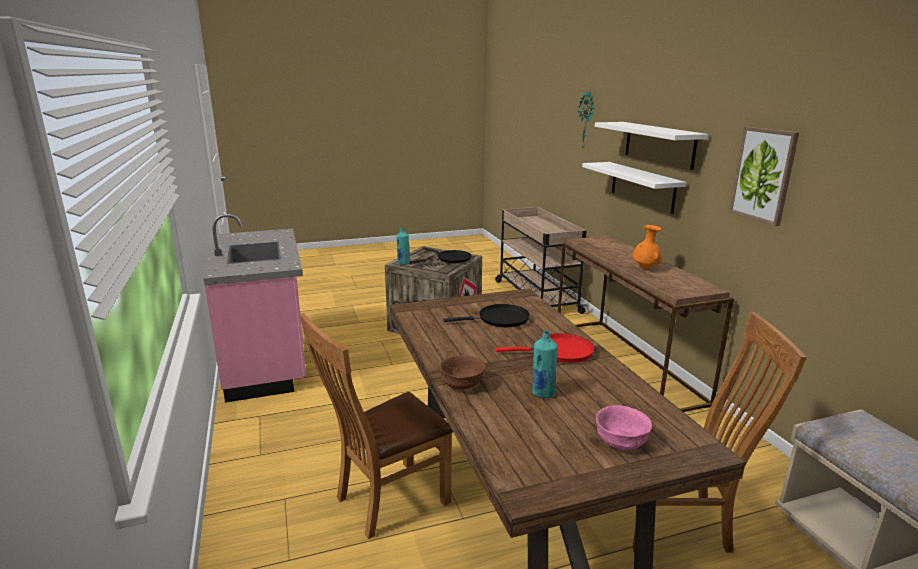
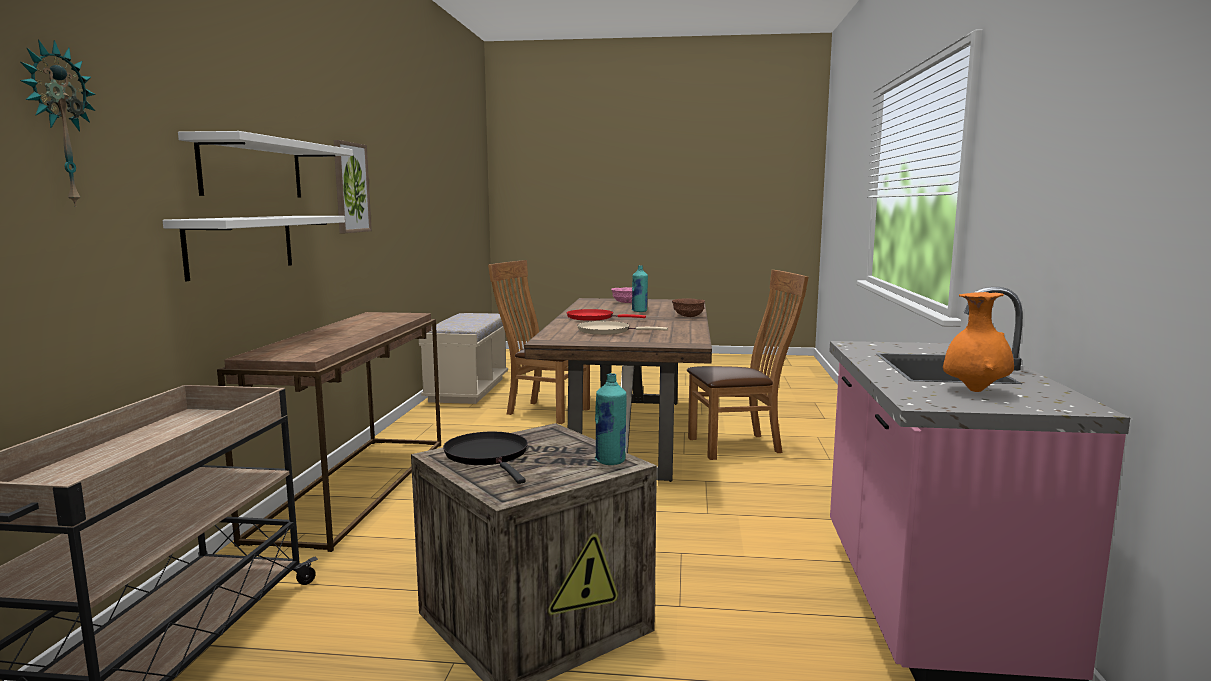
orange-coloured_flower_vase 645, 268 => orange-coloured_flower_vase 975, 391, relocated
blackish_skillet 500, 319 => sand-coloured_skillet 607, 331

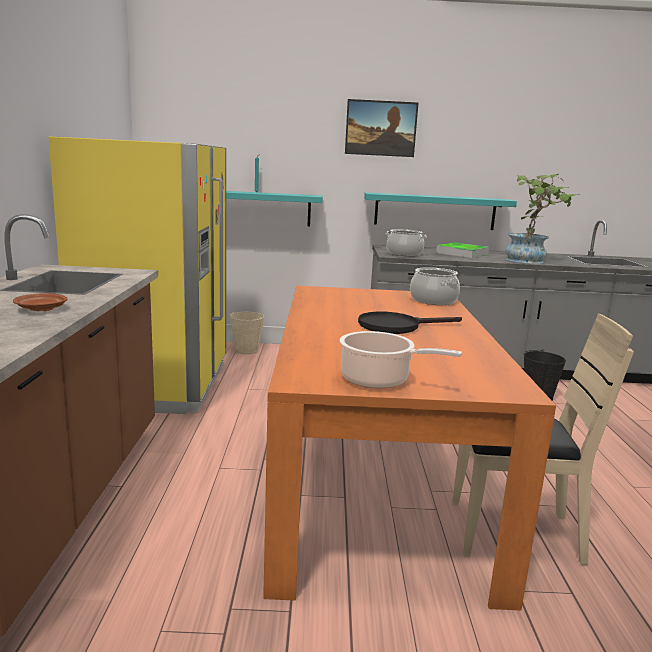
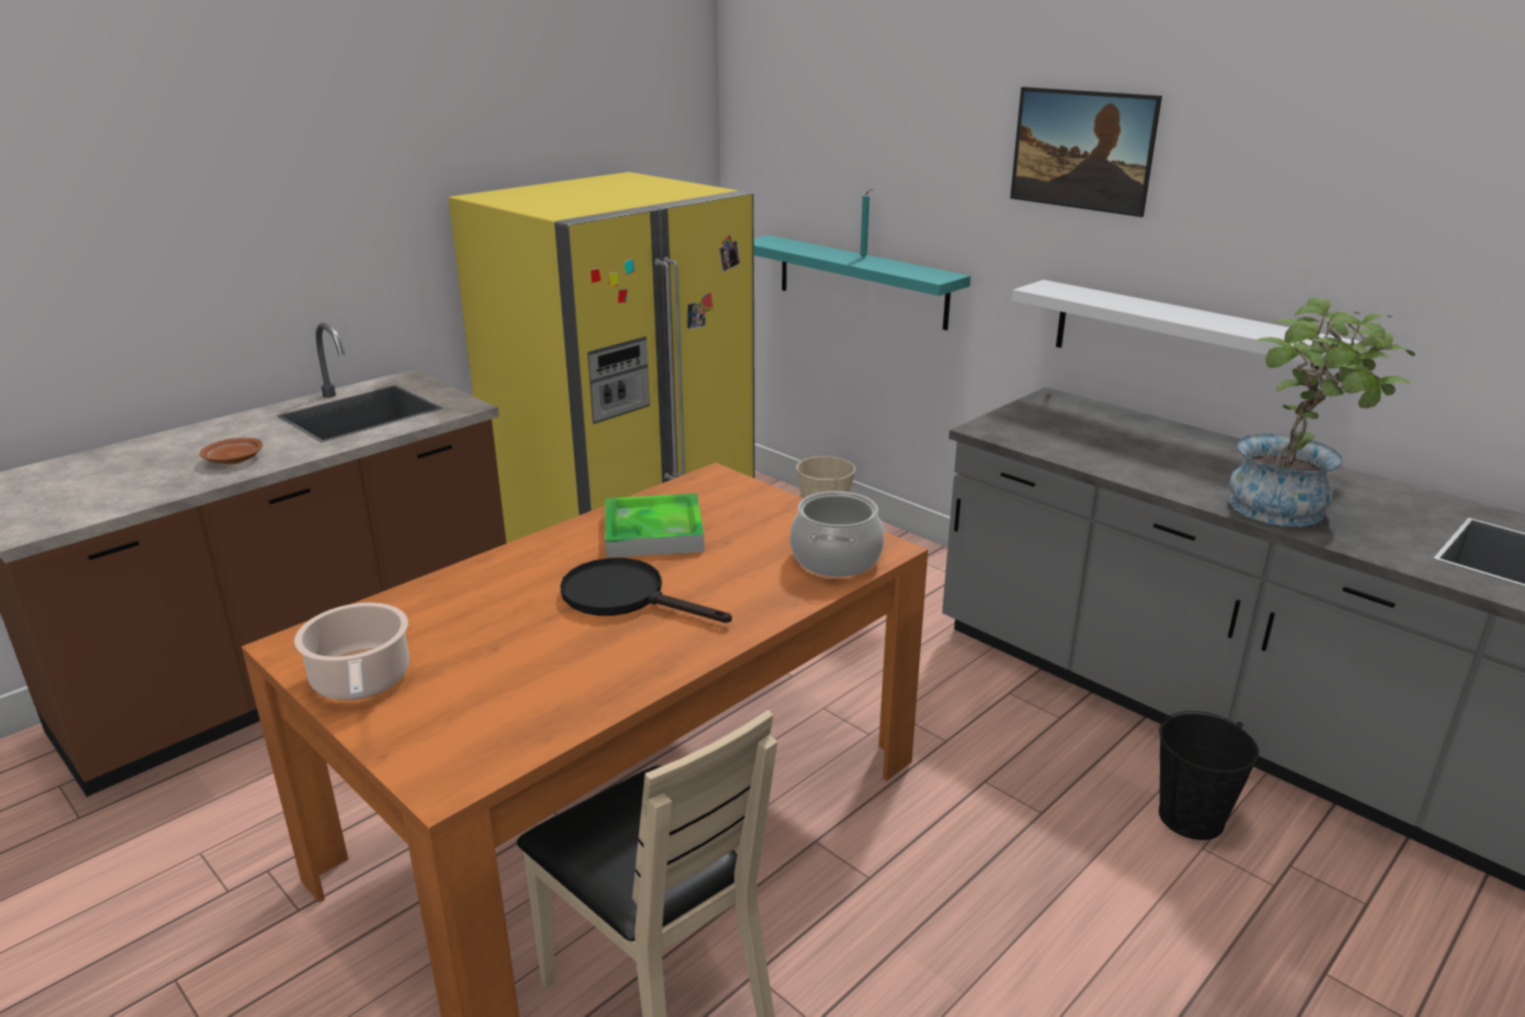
cooking_pot 404, 254 => nothing
tray 462, 253 => tray 653, 532, relocated
turquoise-coloured_bracket_shelf 435, 211 => white_bracket_shelf 1180, 341

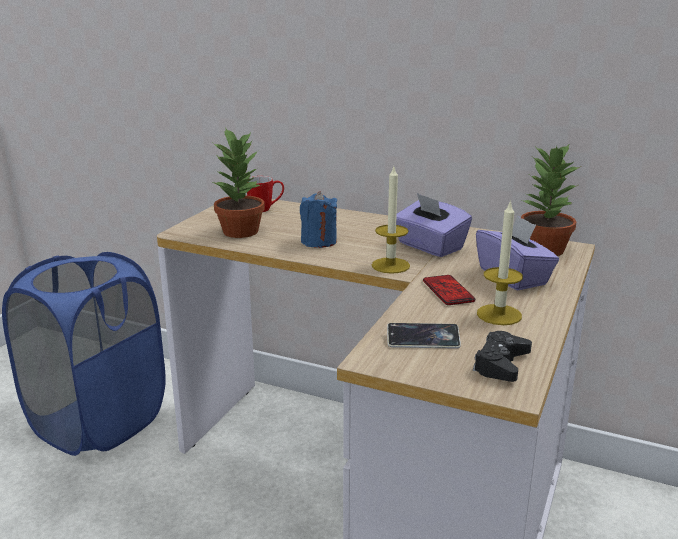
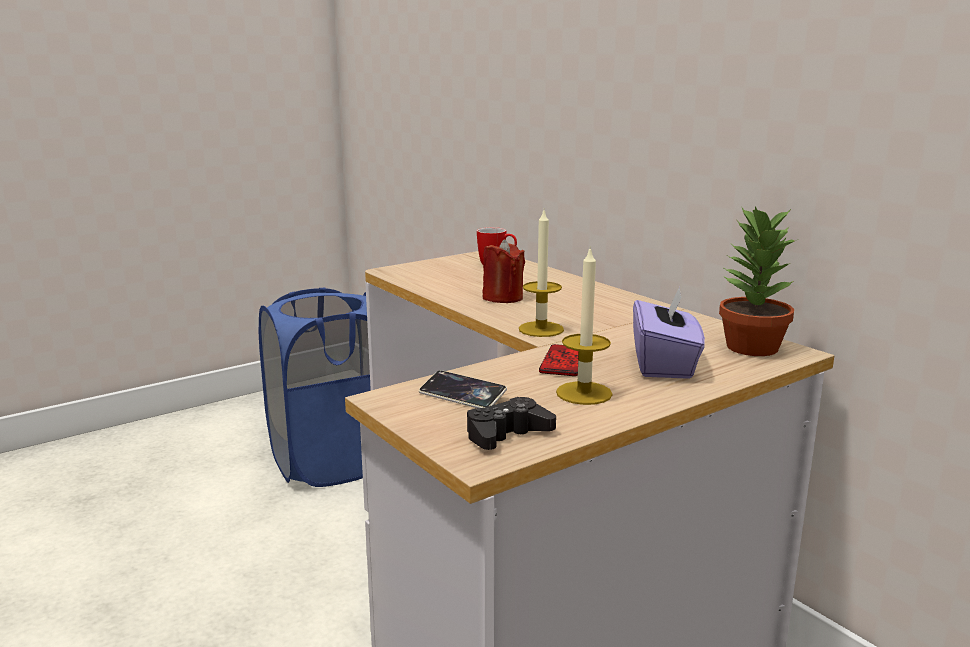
houseplant 241, 231 => nothing
purplish_box_of_tissues 429, 246 => nothing
bluish_candle 318, 242 => red_candle 502, 298

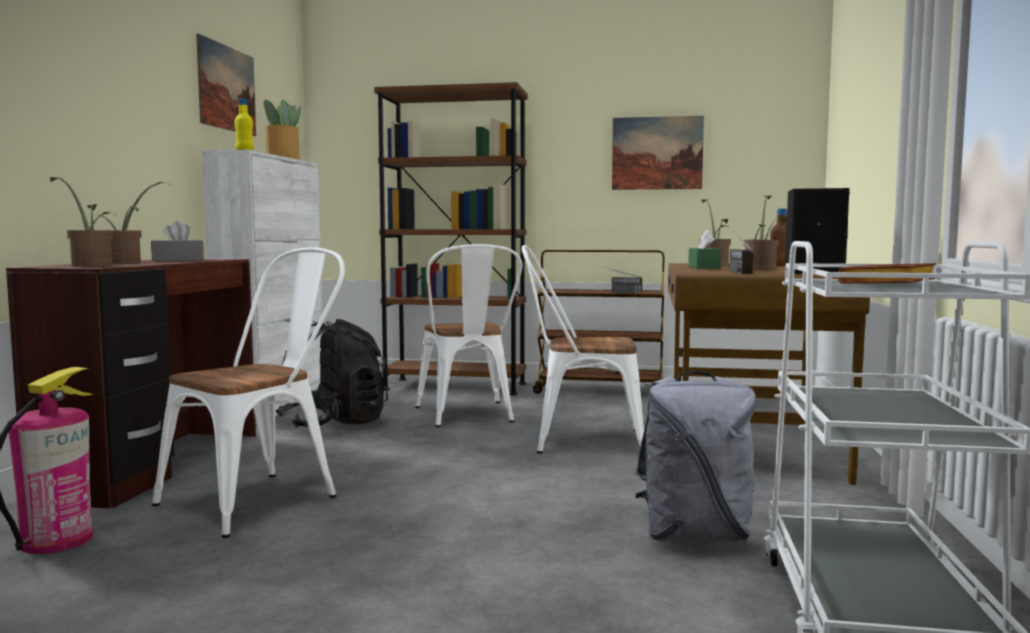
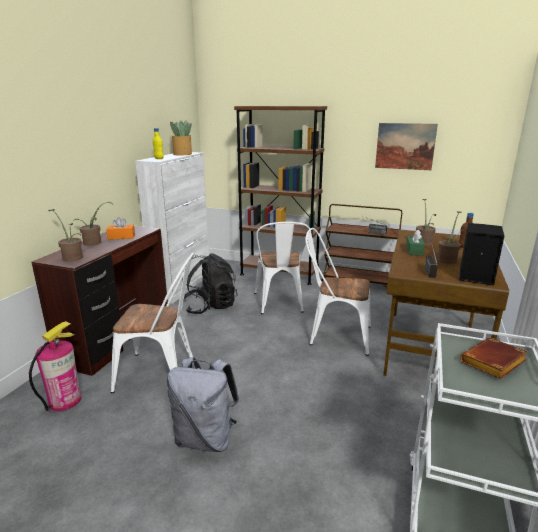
picture 227, 88 => nothing
gray_backpack 694, 536 => gray_backpack 206, 438, relocated
gray_box_of_tissues 178, 260 => orange-coloured_box_of_tissues 121, 237
white_chair 261, 498 => white_chair 162, 373, 45 degrees clockwise

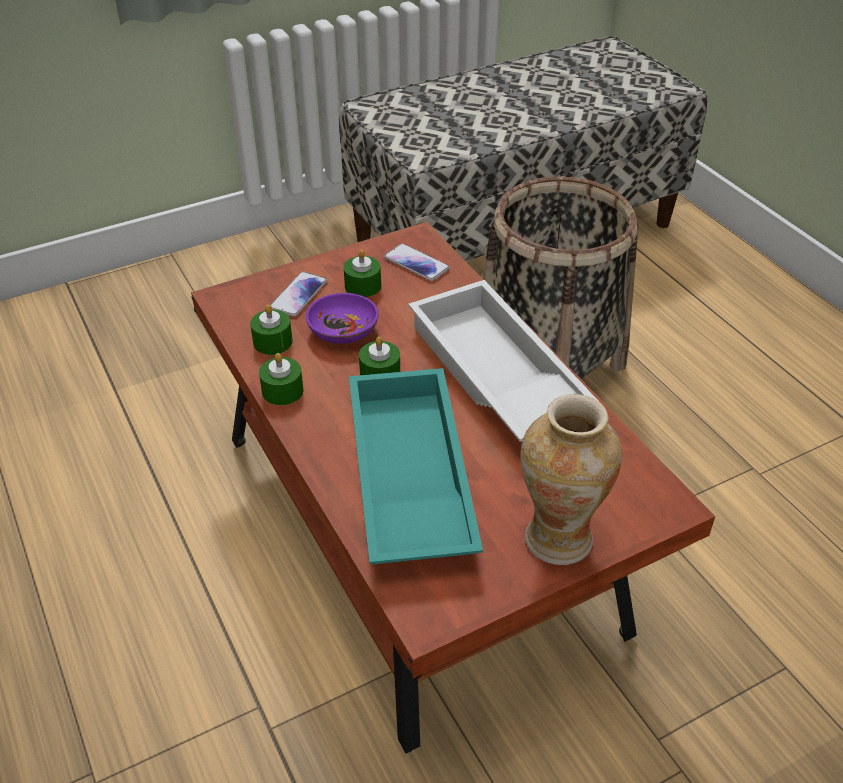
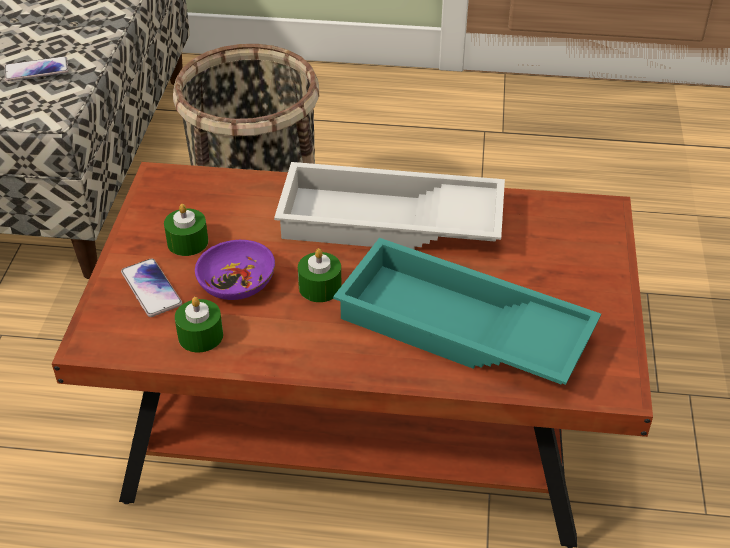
green_candle 282, 391 => nothing
flower_vase 558, 537 => nothing
phone 416, 263 => phone 37, 70, relocated

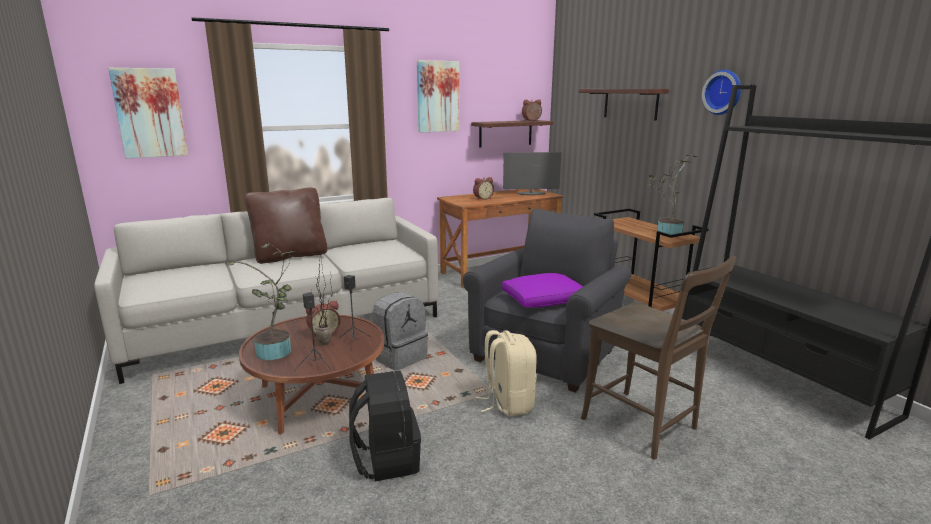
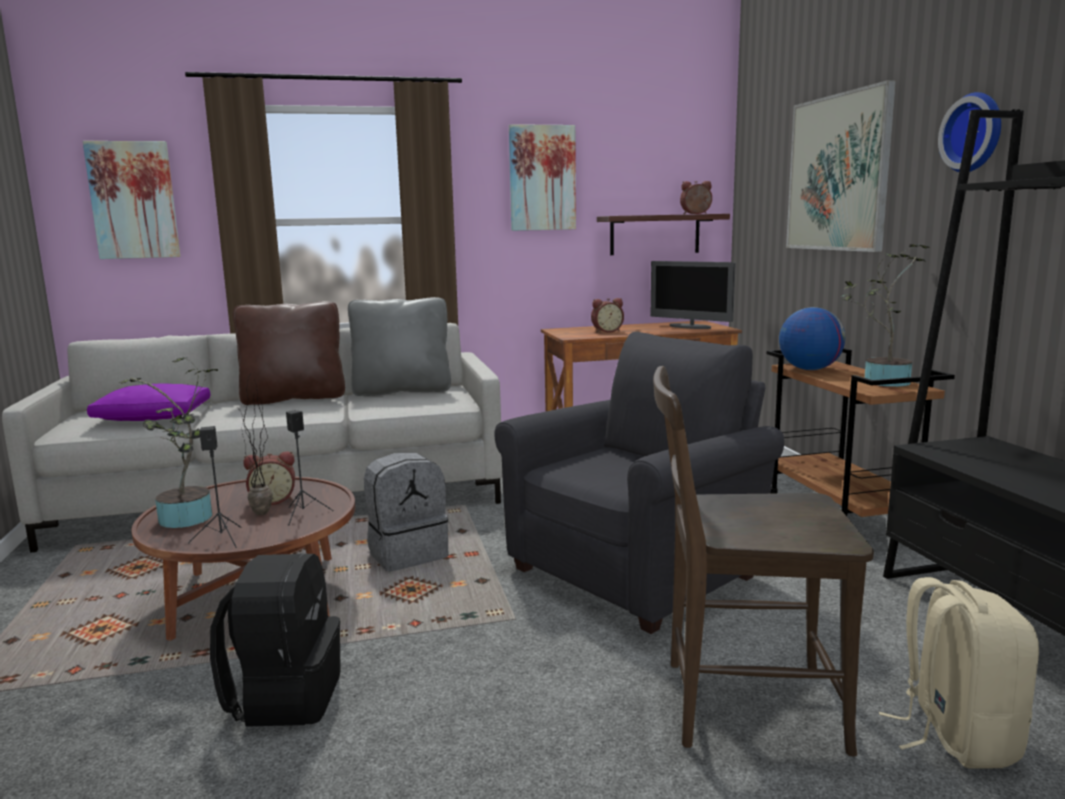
nothing => gray_throw_pillow 402, 391
nothing => desk_globe 809, 369
sand-coloured_backpack 508, 403 => sand-coloured_backpack 954, 736, relocated
purplish_throw_pillow 544, 300 => purplish_throw_pillow 154, 417, relocated
bracket_shelf 630, 103 => picture 838, 173
computer_screen 531, 193 => computer_screen 690, 327, 150 degrees counterclockwise
brown-coloured_chair 644, 426 => brown-coloured_chair 741, 704, 120 degrees clockwise

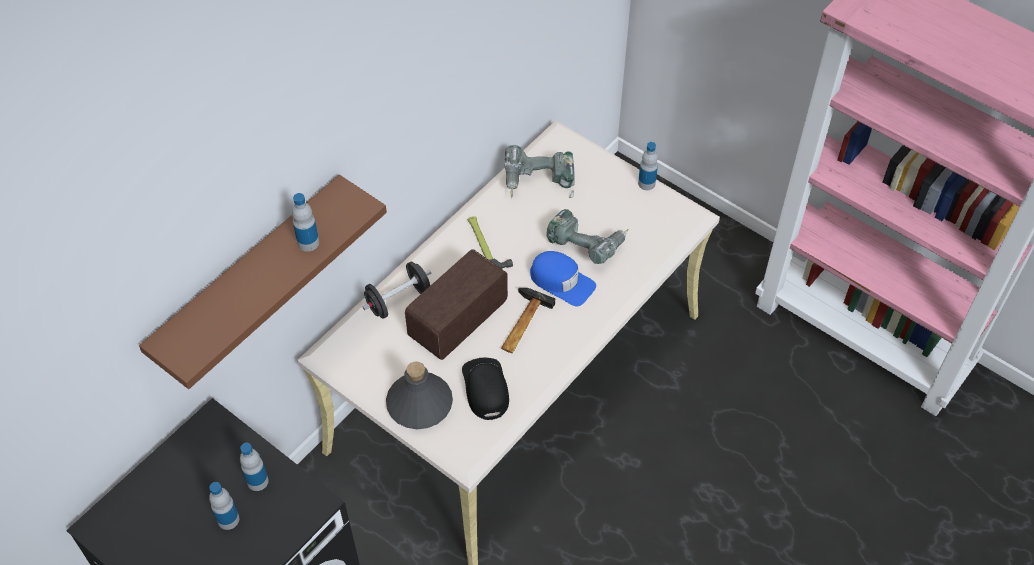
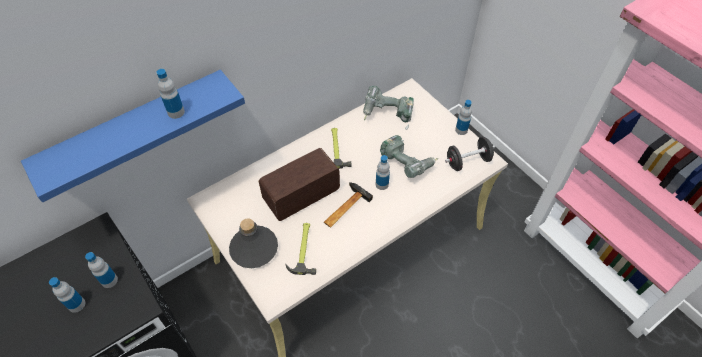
blackish_free_weight 398, 300 => blackish_free_weight 468, 161, relocated
blackish_baseball_cap 485, 389 => hand_hammer 303, 249
bluish_baseball_cap 561, 281 => beverage_bottle 382, 184
brown-coloured_bracket_shelf 249, 275 => bluish_bracket_shelf 135, 129

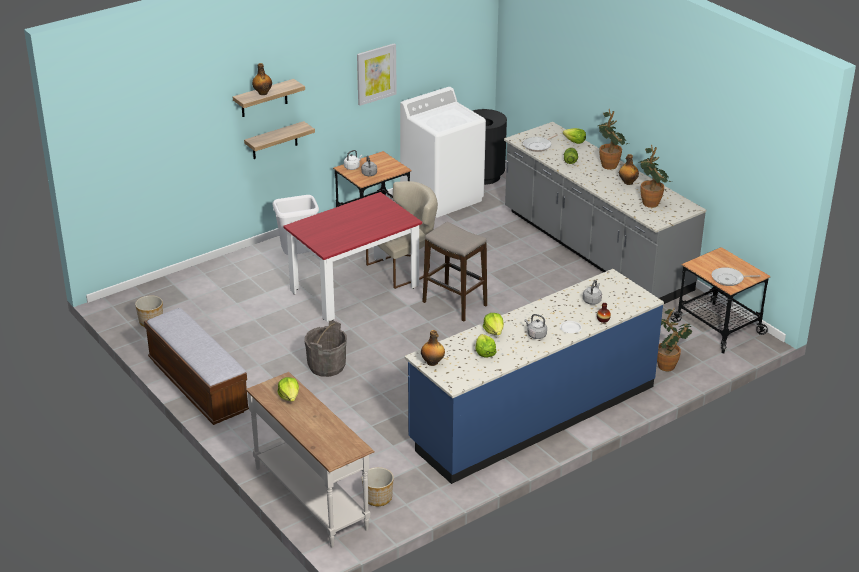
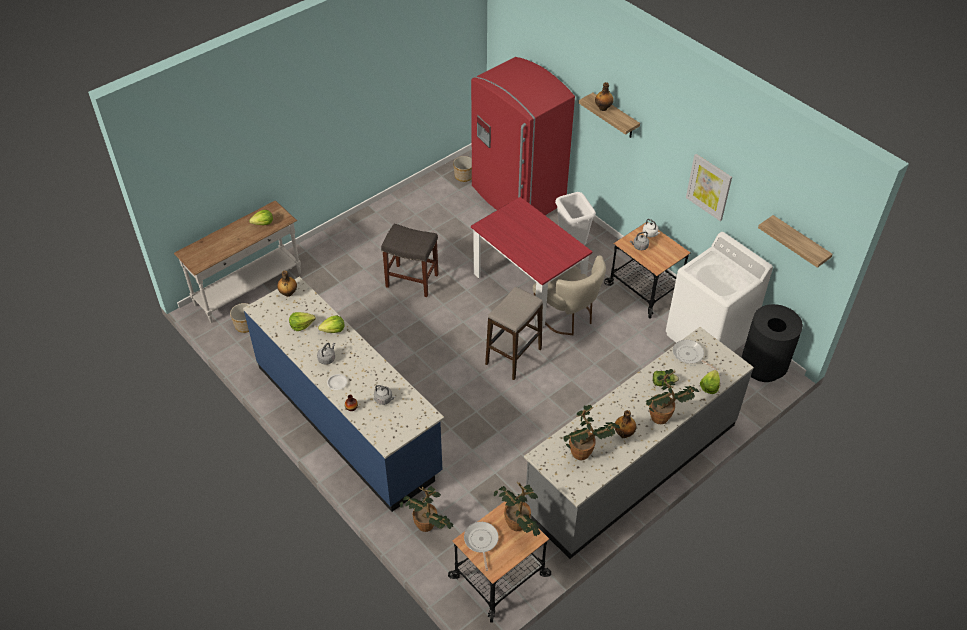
bench 198, 386 => nothing
nothing => red_refrigerator 517, 196
nothing => houseplant 518, 527
bracket_shelf 274, 141 => bracket_shelf 799, 243, relocated
gray_pail 327, 366 => gray_stool 411, 280

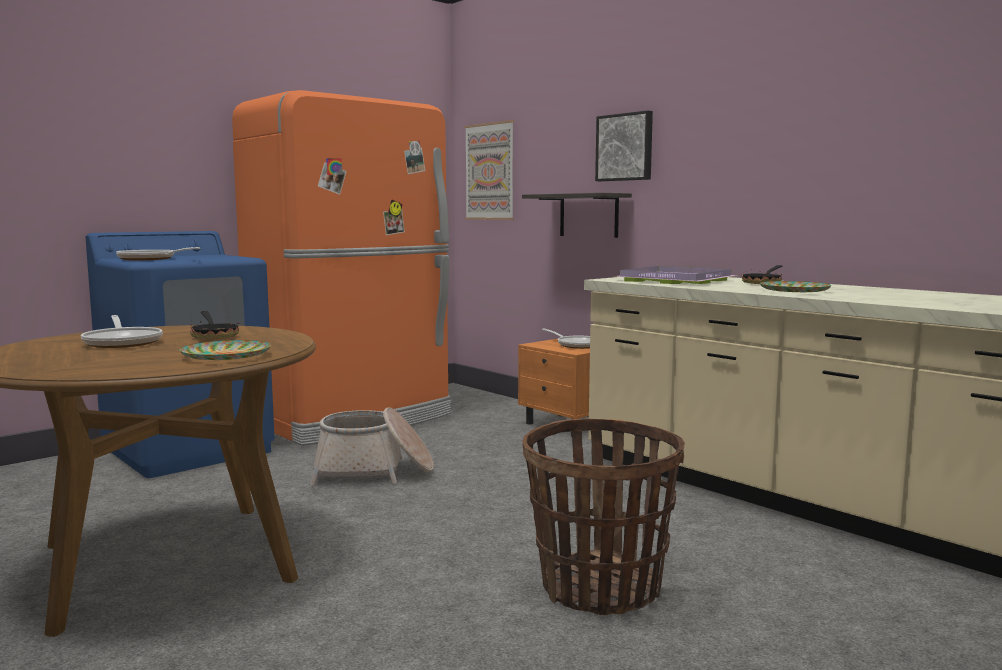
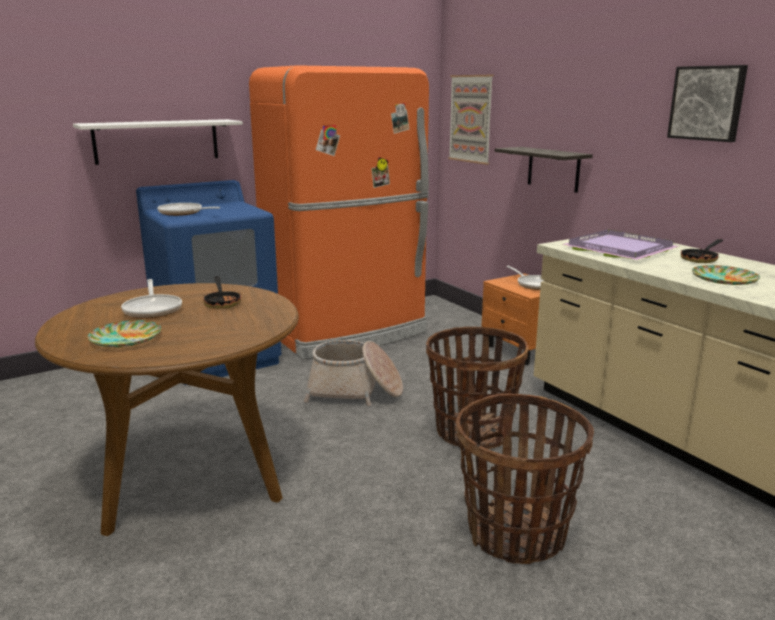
nothing => white_bracket_shelf 157, 141
nothing => basket 472, 432
flat_dish 226, 356 => flat_dish 125, 339, relocated
picture 625, 147 => picture 707, 103, relocated

